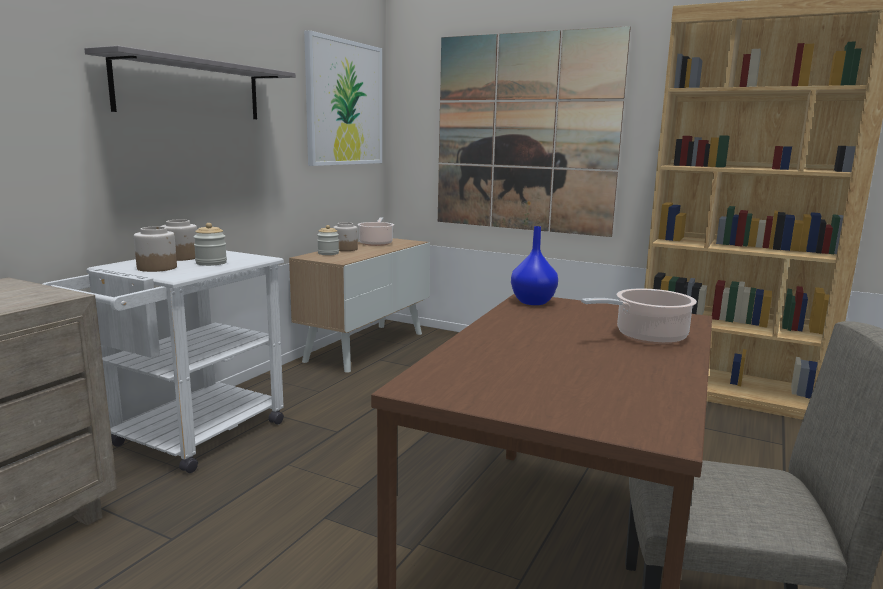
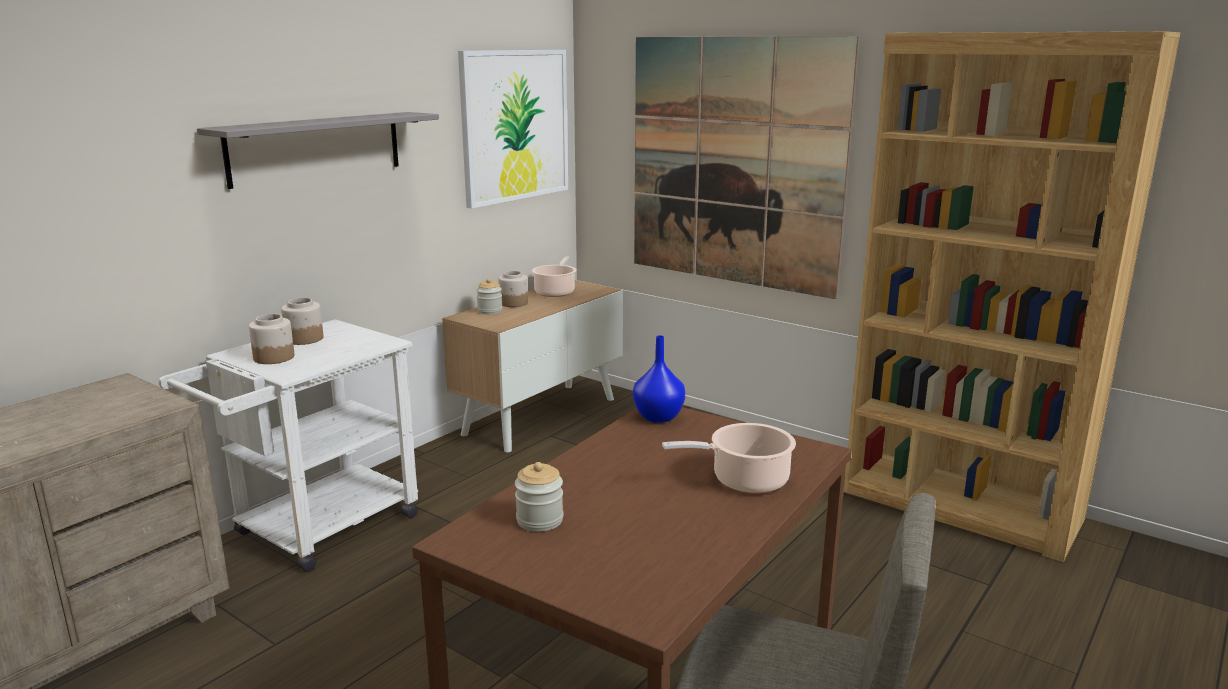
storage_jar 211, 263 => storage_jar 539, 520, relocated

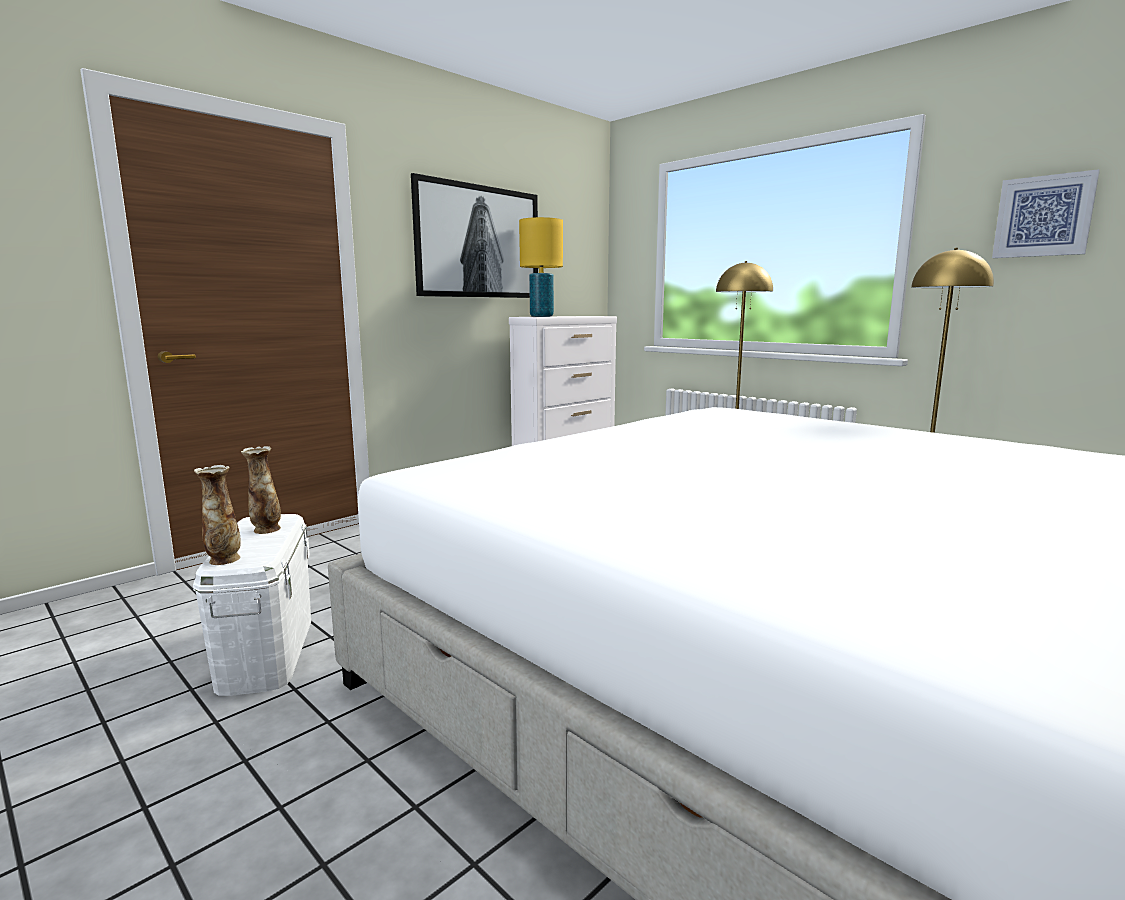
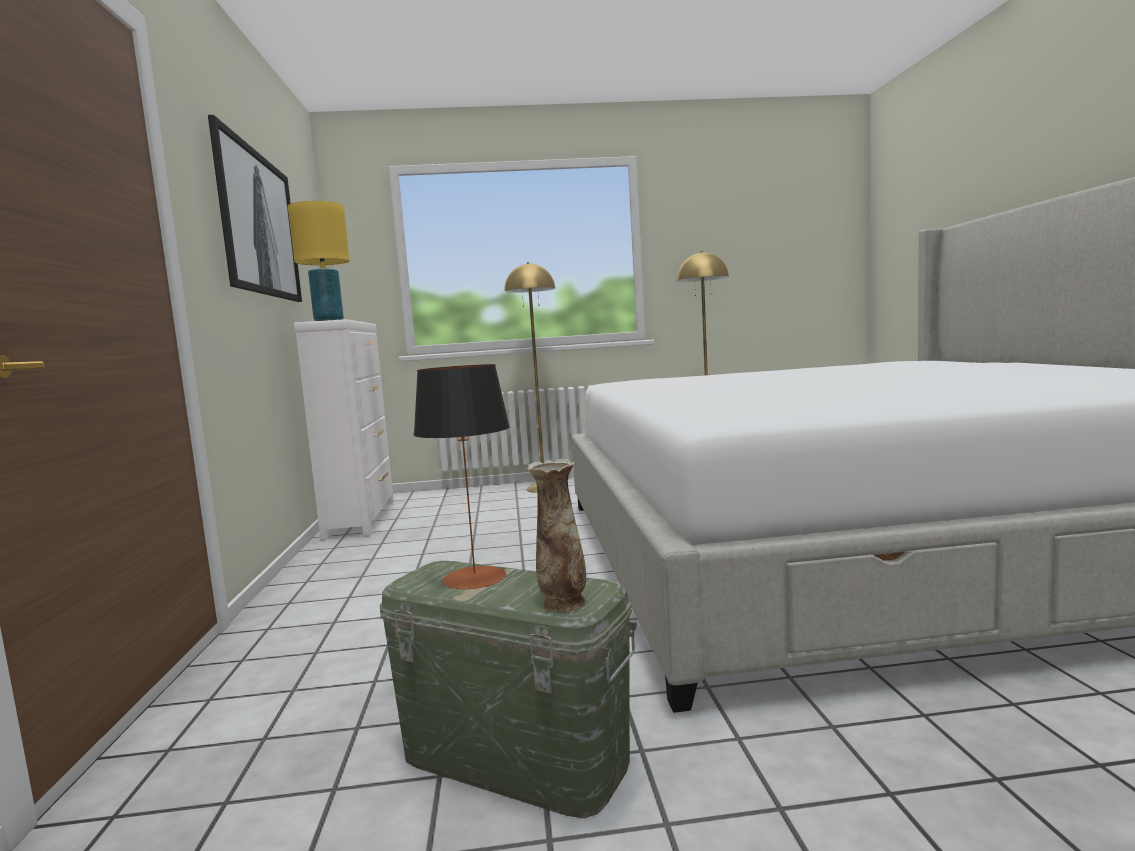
picture 1043, 216 => nothing
flower_vase 266, 530 => table_lamp 475, 578
white_storage_box 267, 651 => green_storage_box 513, 758

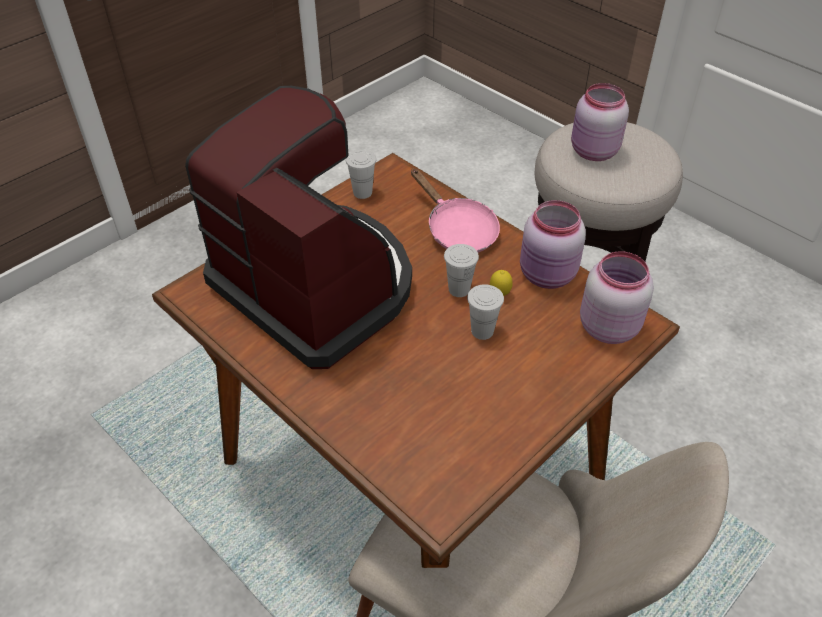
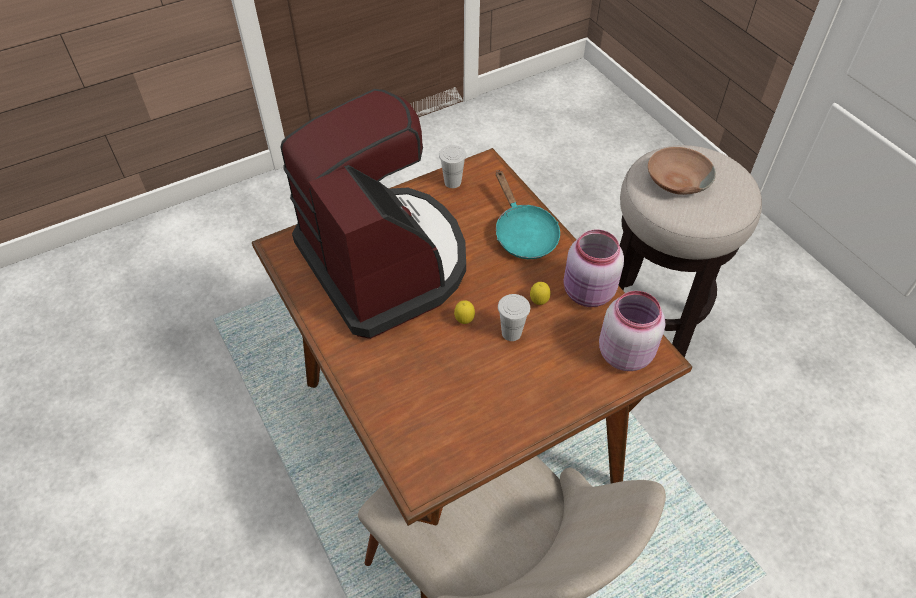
white_drinking_cup 459, 289 => nothing
nothing => whole_lemon 464, 321
pinkish_storage_jar 592, 152 => brown-coloured_bowl 676, 180
pinkish_skillet 457, 230 => turquoise-coloured_skillet 523, 234

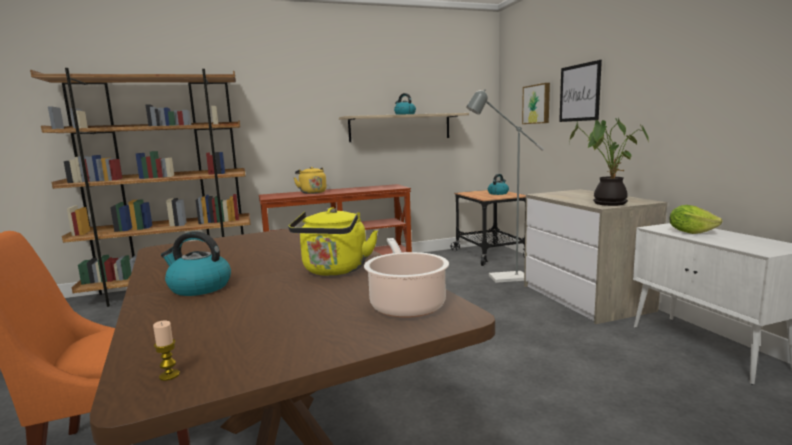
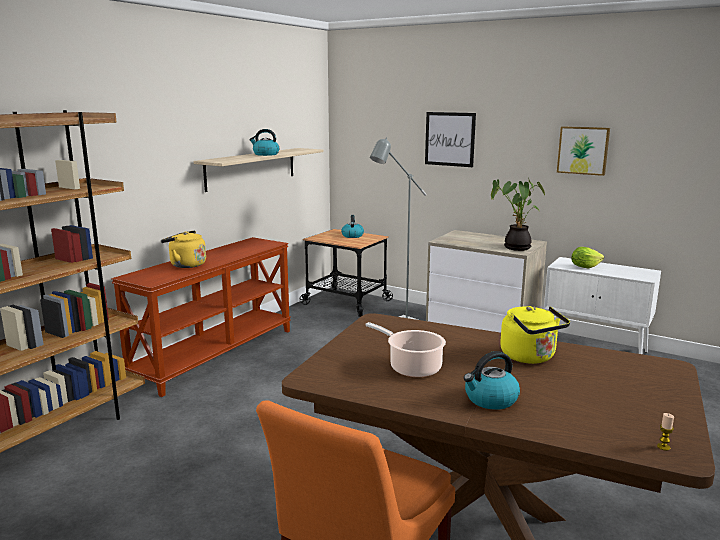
cooking_pot 406, 304 => cooking_pot 412, 367, relocated
picture 537, 104 => picture 583, 150, relocated

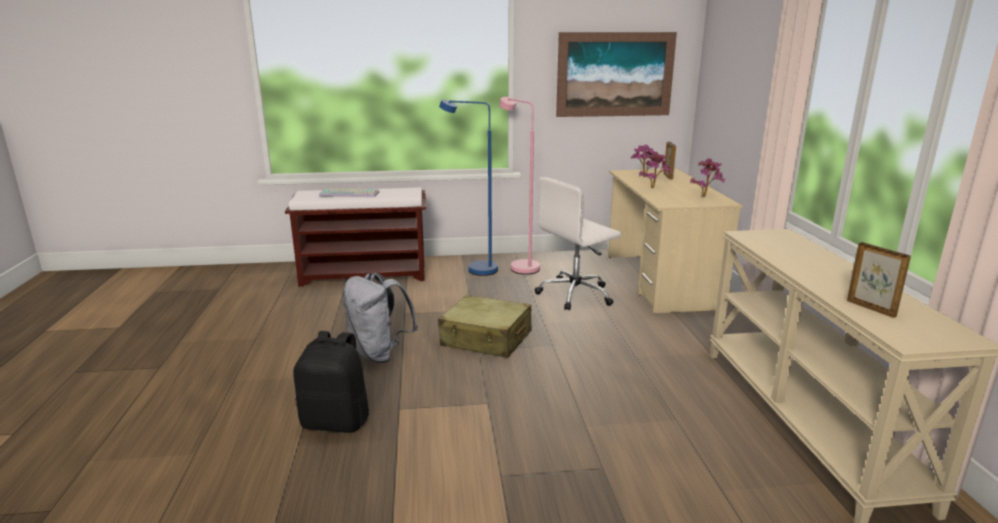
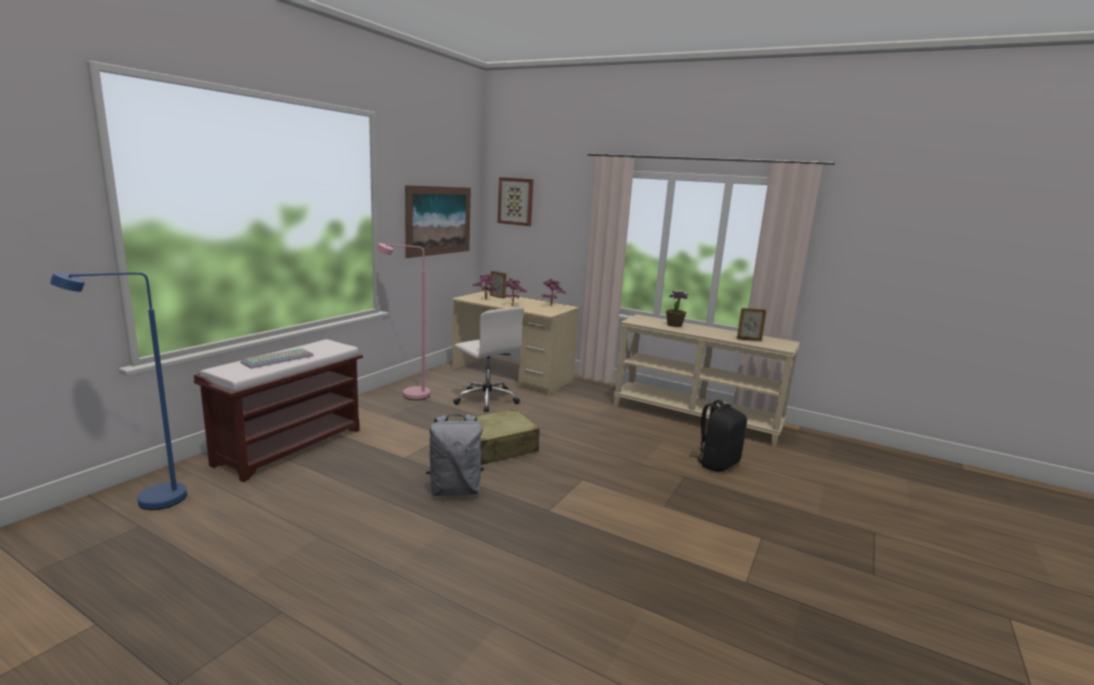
nothing => picture 516, 201
nothing => houseplant 674, 325
blackish_backpack 336, 421 => blackish_backpack 717, 463, relocated
bluish_standing_lamp 475, 269 => bluish_standing_lamp 148, 502, relocated
white_desk_chair 576, 294 => white_desk_chair 486, 399, 45 degrees counterclockwise

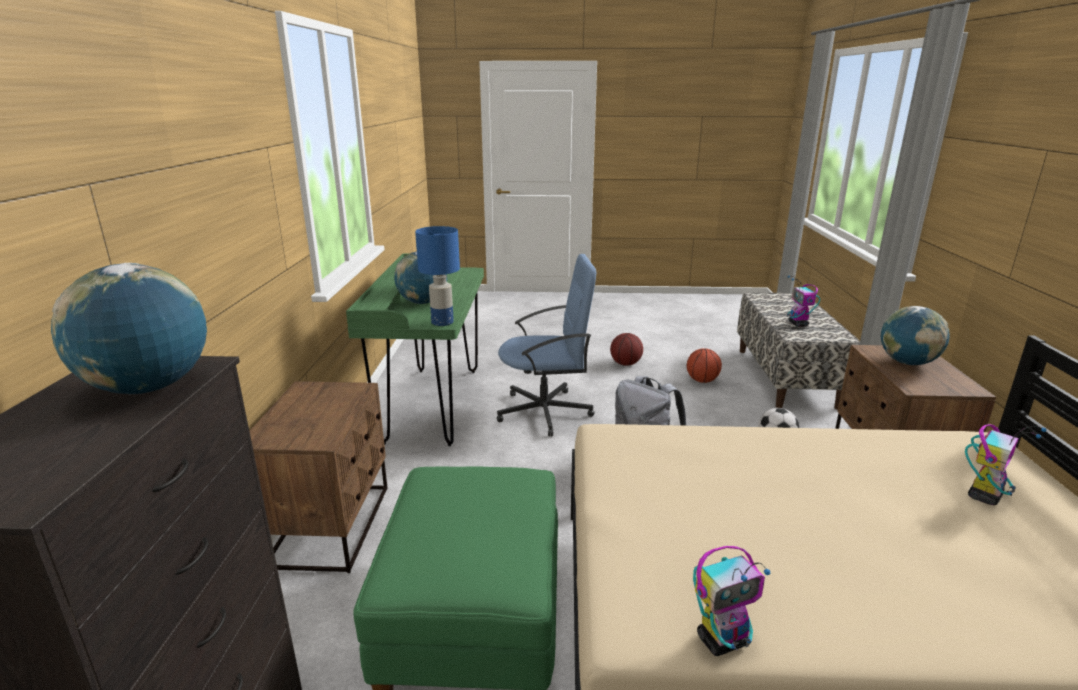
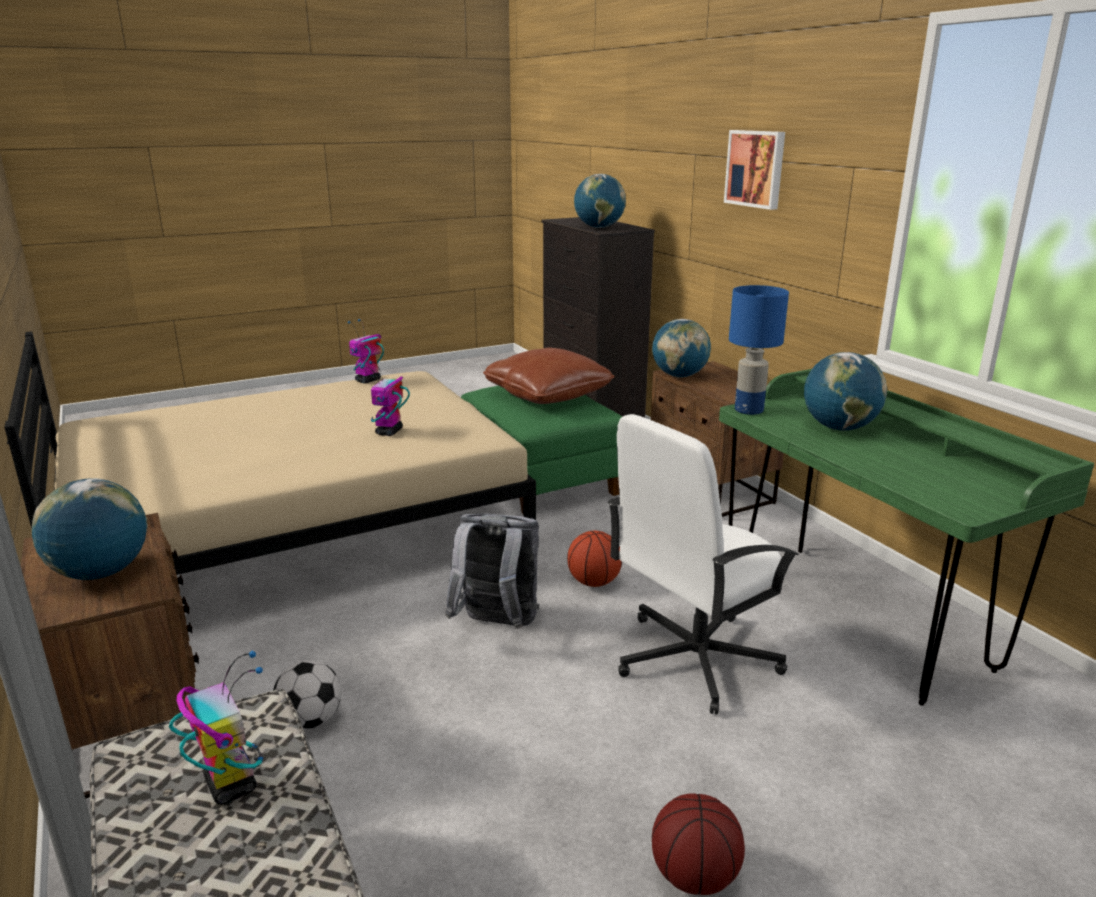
nothing => brown-coloured_throw_pillow 548, 395
nothing => desk_globe 679, 376
nothing => picture 756, 168
ball_for_basketball 702, 381 => ball_for_basketball 594, 582, relocated
robot_figure 984, 495 => robot_figure 389, 432, relocated
bluish_desk_chair 546, 411 => white_desk_chair 693, 659

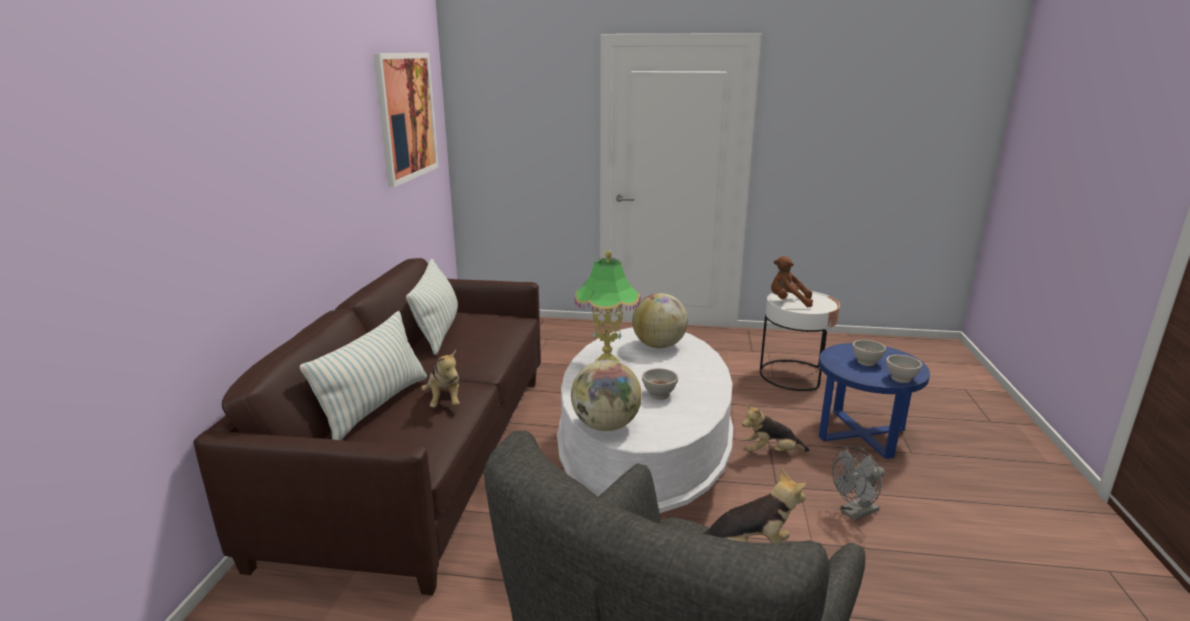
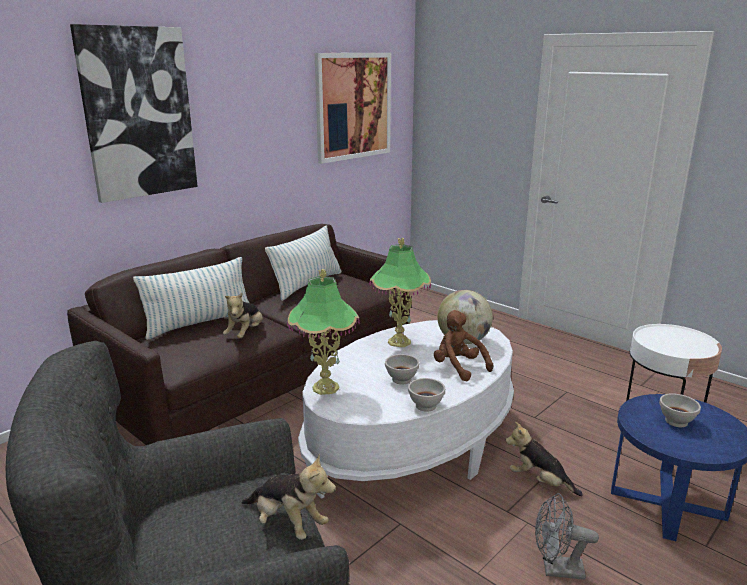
nothing => picture 138, 113
brown-coloured_soft_toy 788, 302 => brown-coloured_soft_toy 458, 368, relocated
white_bowl 901, 379 => white_bowl 425, 406, relocated
desk_globe 605, 426 => table_lamp 325, 388

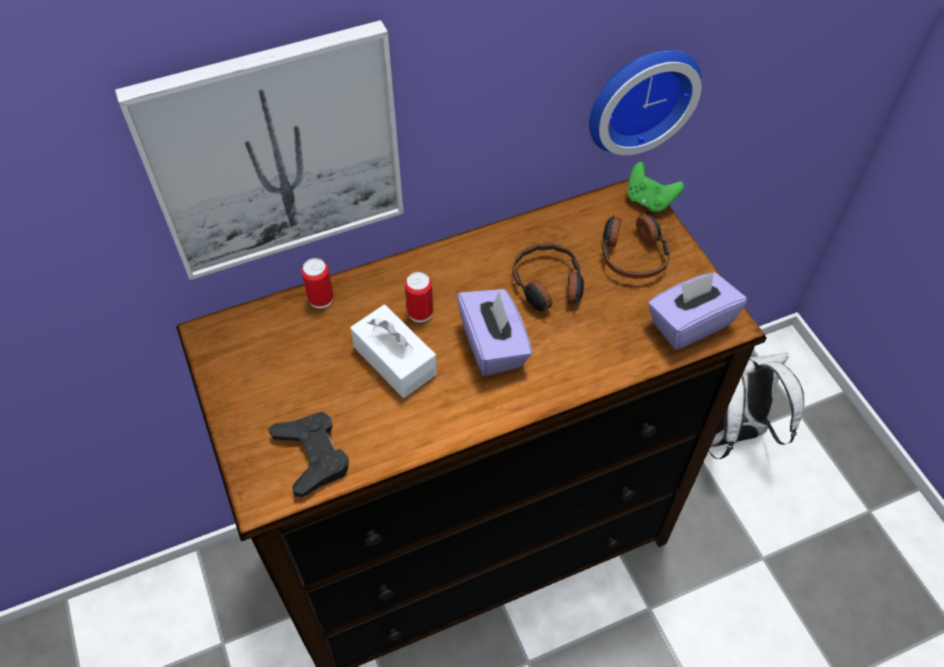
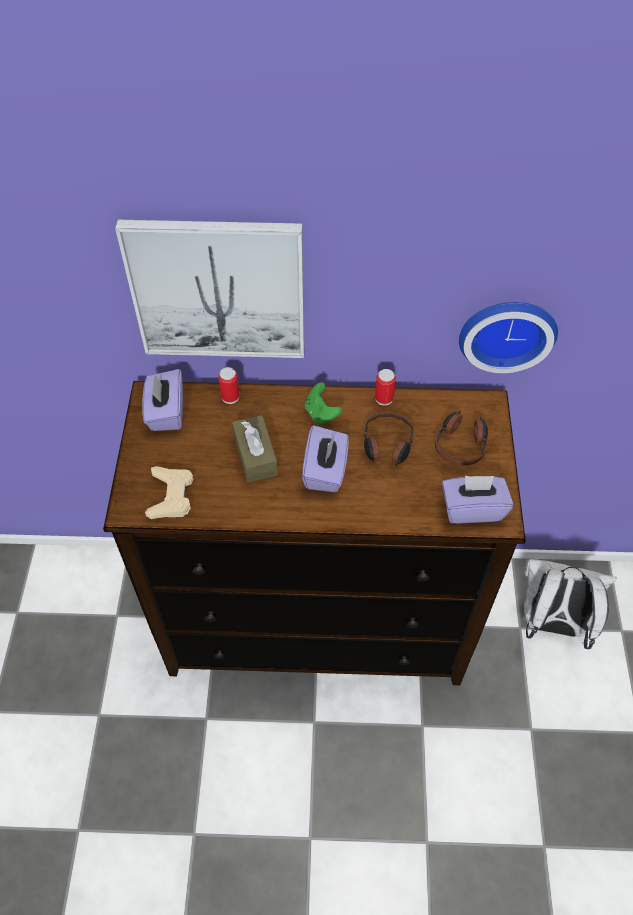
nothing => purplish_box_of_tissues 166, 412
sealed_can 420, 312 => sealed_can 384, 398, relocated
green_joypad 649, 200 => green_joypad 321, 414, relocated
blackish_joypad 312, 455 => sand-coloured_joypad 171, 496
white_box_of_tissues 395, 360 => brown-coloured_box_of_tissues 255, 456

